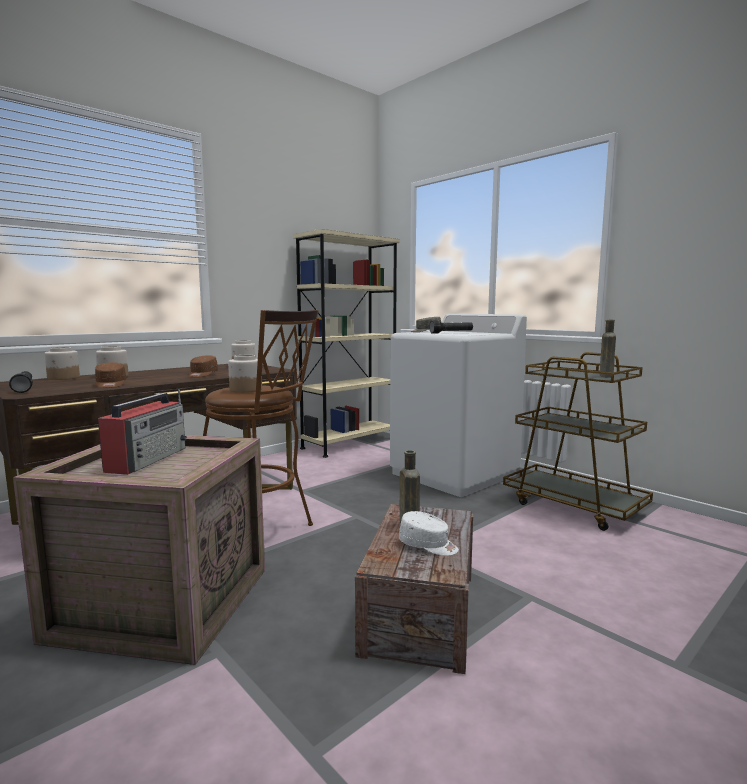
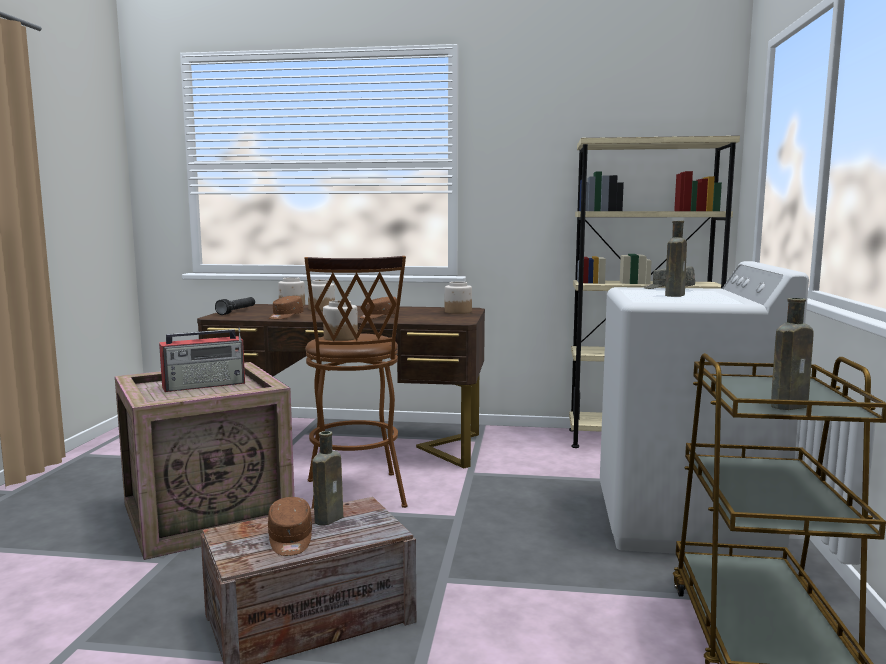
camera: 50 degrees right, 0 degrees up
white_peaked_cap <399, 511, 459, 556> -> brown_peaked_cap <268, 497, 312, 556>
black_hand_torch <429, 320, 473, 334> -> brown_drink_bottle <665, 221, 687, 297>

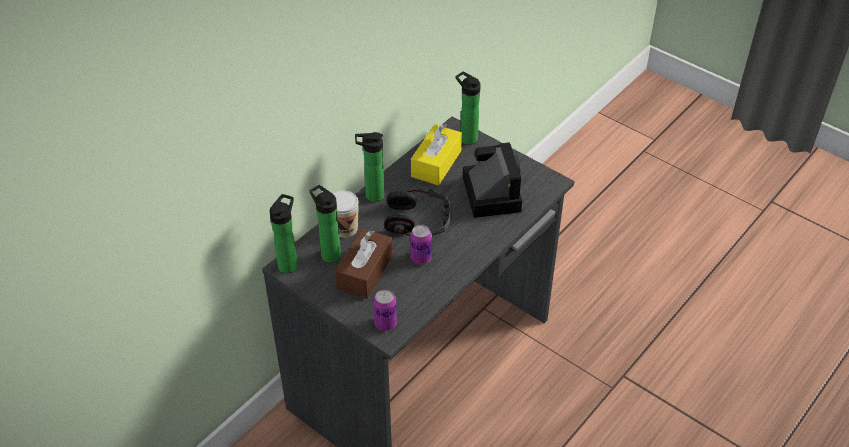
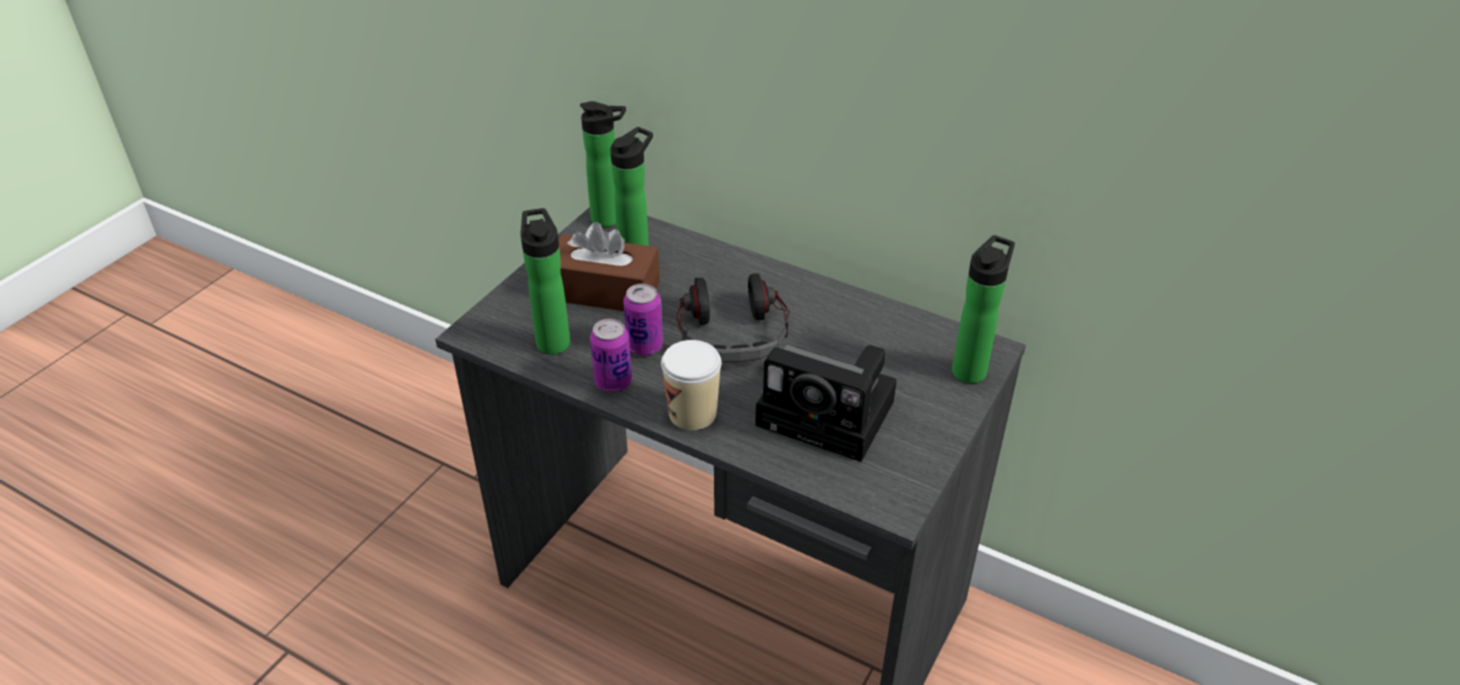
camera: 80 degrees right, 5 degrees down
drinking_cup <333, 190, 359, 238> -> drinking_cup <661, 340, 722, 430>, shifted
drink_bottle <355, 132, 384, 202> -> drink_bottle <520, 208, 570, 355>, shifted
sealed_can <373, 289, 397, 331> -> sealed_can <590, 319, 632, 393>, shifted
yellowish_box_of_tissues <411, 123, 462, 186> -> none
still_camera <463, 142, 522, 218> -> still_camera <755, 345, 897, 462>, 45 degrees clockwise

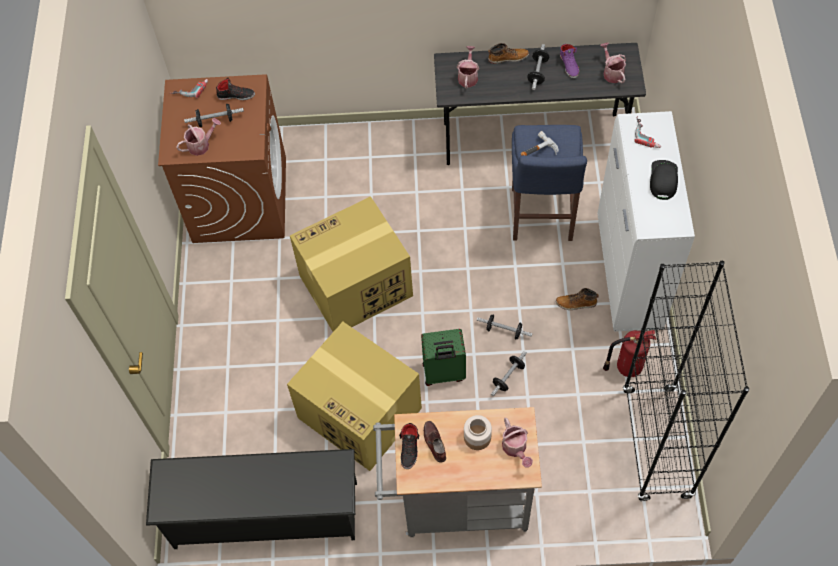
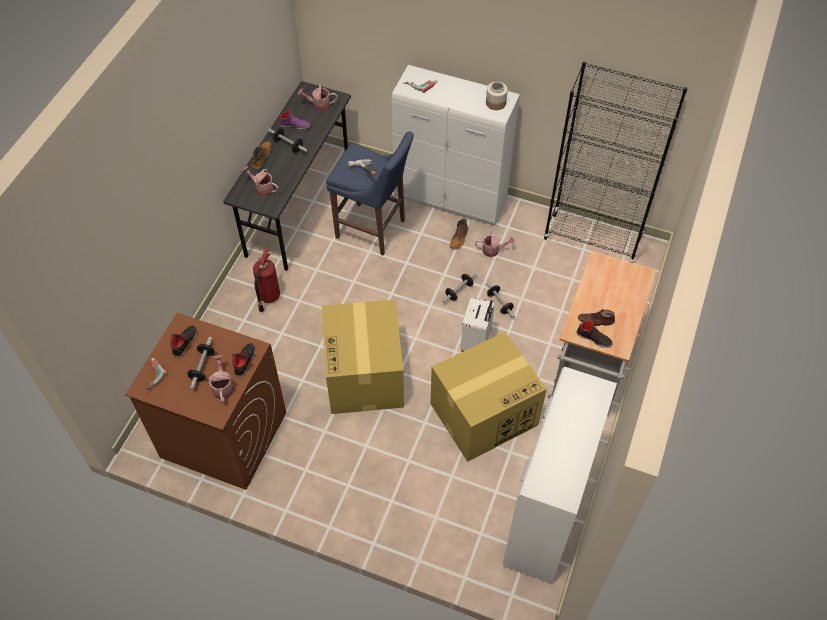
camera: 70 degrees left, 5 degrees down
black_shoe_shelf <146, 449, 357, 549> -> white_cabinet <503, 367, 617, 584>
greenish_suitcase <421, 329, 466, 386> -> white_suitcase <460, 297, 495, 352>
storage_jar <464, 415, 492, 450> -> storage_jar <486, 82, 508, 110>, shifted
watering_pot <502, 418, 533, 467> -> watering_pot <475, 232, 514, 257>, shifted
fire-fighting_cylinder <603, 330, 656, 377> -> fire-fighting_cylinder <253, 248, 280, 312>, shifted
black_peaked_cap <650, 160, 678, 200> -> none
none -> black_low_shoe <232, 343, 256, 377>

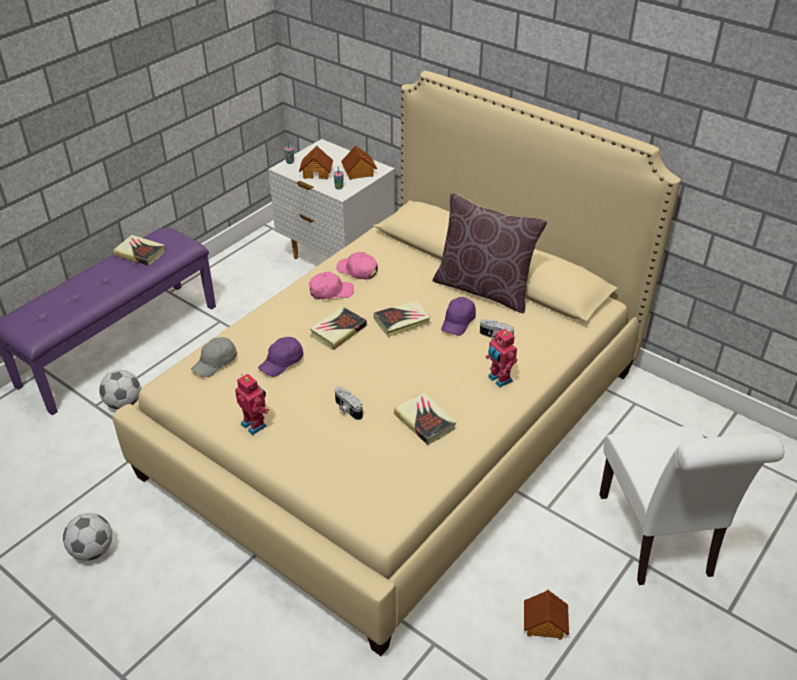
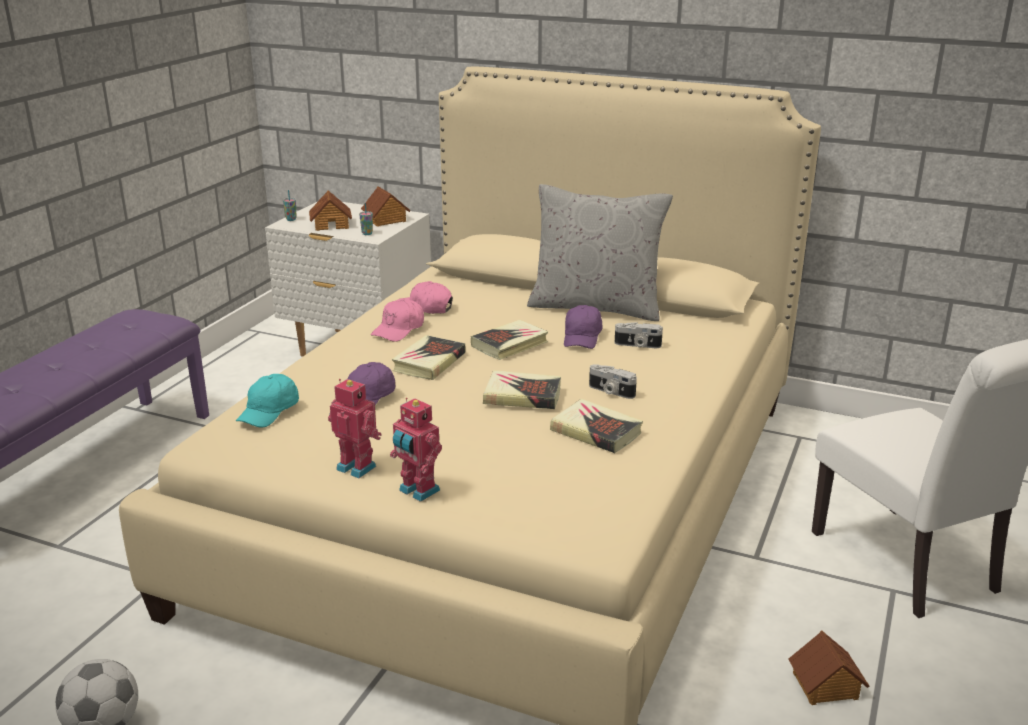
camera: 15 degrees left, 15 degrees down
football_ball <99, 370, 141, 409> -> none
book <113, 235, 165, 266> -> book <483, 370, 561, 409>, shifted
grey_peaked_cap <191, 337, 237, 377> -> turquoise_peaked_cap <236, 374, 299, 428>
pink-coloured_peaked_cap <309, 271, 354, 299> -> pink-coloured_peaked_cap <371, 299, 424, 342>, 150 degrees clockwise
still_camera <335, 386, 363, 420> -> still_camera <589, 364, 637, 399>, shifted
brown_throw_pillow <432, 193, 547, 314> -> grey_throw_pillow <527, 184, 673, 321>
robot_figure <486, 328, 517, 388> -> robot_figure <390, 398, 442, 502>, shifted

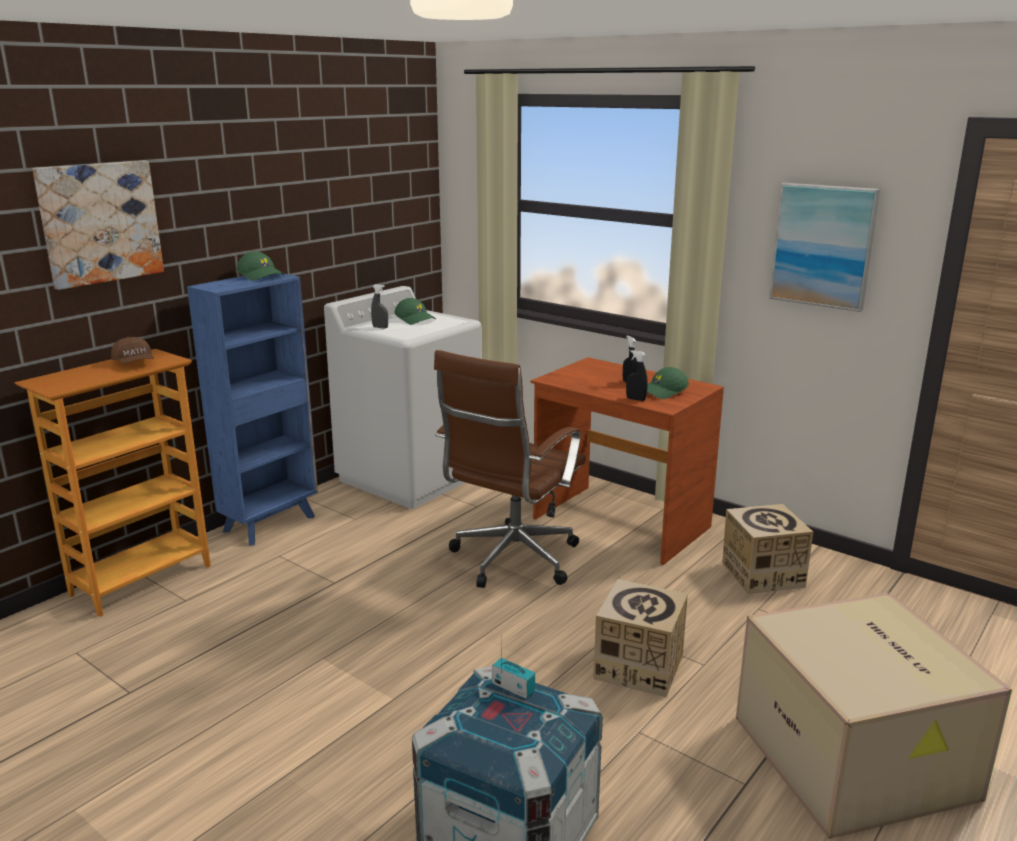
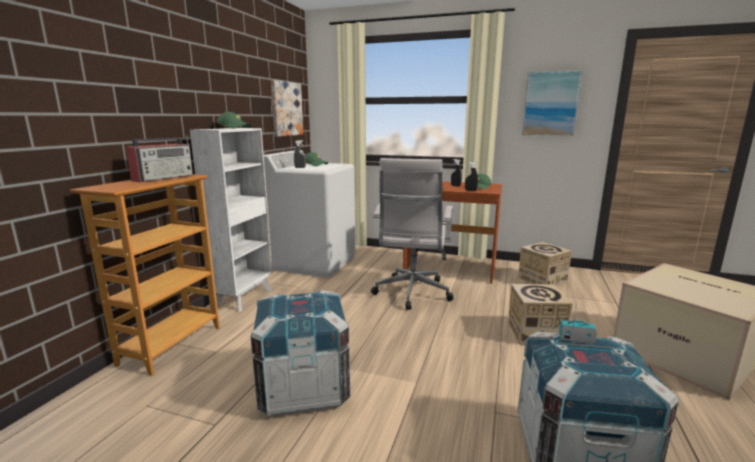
camera: 20 degrees left, 5 degrees down
wall_picture <32, 161, 164, 290> -> wall_picture <271, 80, 303, 137>, shifted
brown_peaked_cap <111, 337, 154, 364> -> radio_receiver <126, 135, 193, 183>
blue-coloured_shelving_unit <187, 273, 318, 546> -> white_shelving_unit <190, 128, 273, 312>
brown_computer_chair <434, 350, 586, 588> -> white_computer_chair <371, 158, 453, 310>
none -> crate <250, 290, 350, 417>

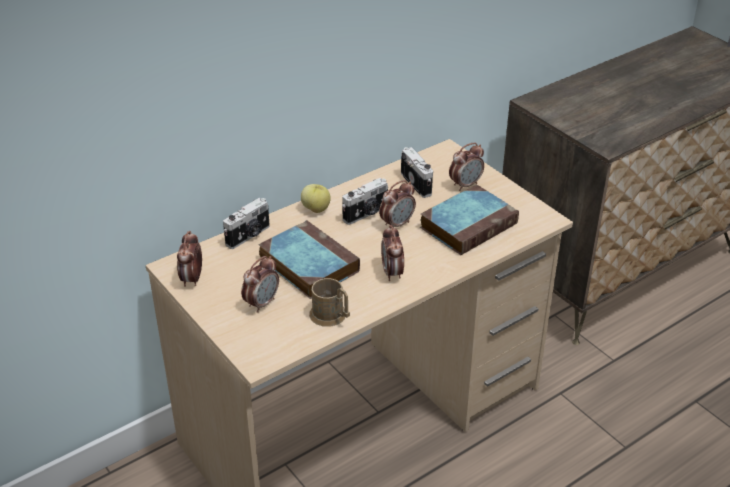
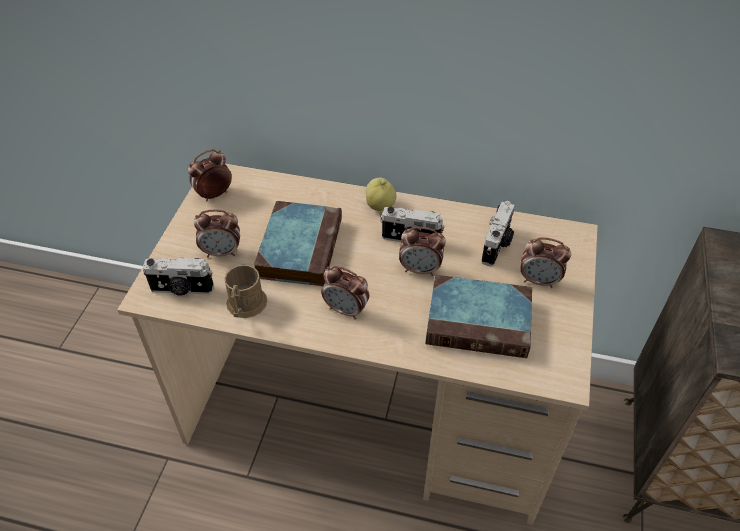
camera: 50 degrees right, 10 degrees up
still_camera <223, 198, 270, 249> -> still_camera <143, 257, 214, 296>, shifted
alarm_clock <381, 225, 404, 281> -> alarm_clock <321, 266, 369, 320>, 105 degrees counterclockwise

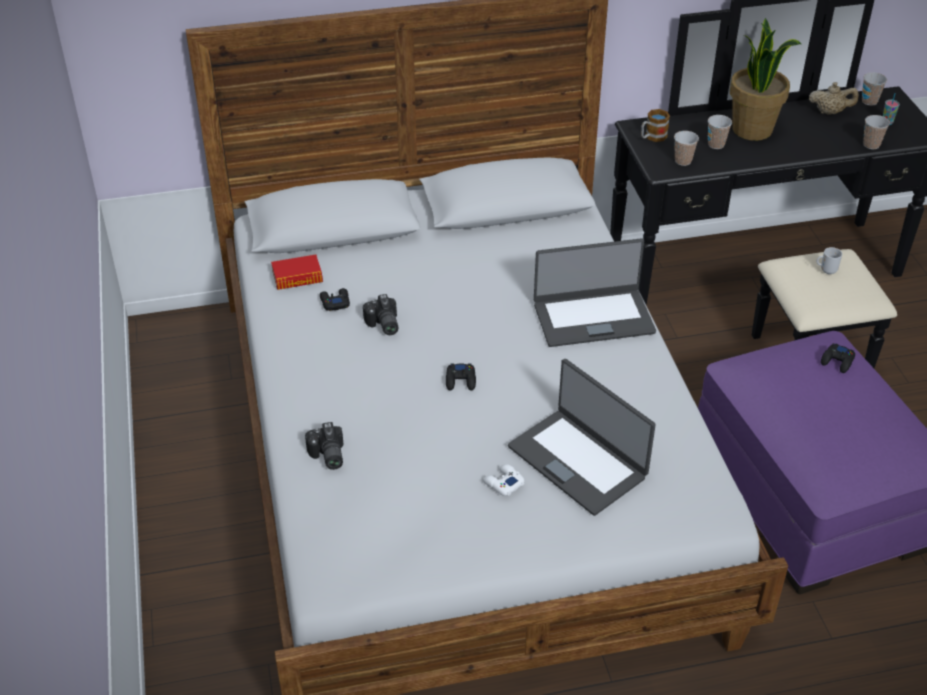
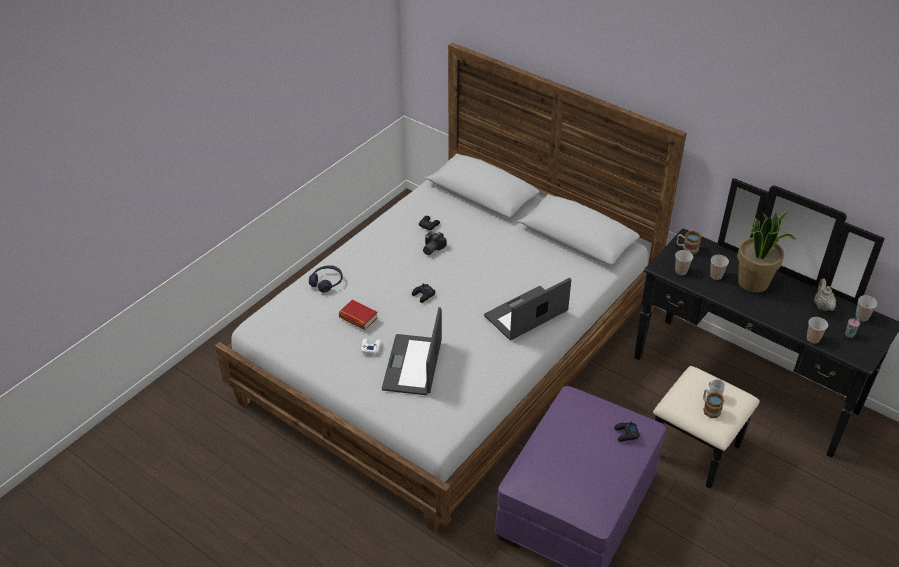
camera: 50 degrees right, 0 degrees up
book <271, 254, 323, 290> -> book <339, 299, 378, 330>, shifted
still_camera <305, 422, 344, 470> -> purple_pair_of_headphones <309, 265, 343, 292>
notebook_computer <534, 239, 656, 347> -> notebook_computer <484, 278, 571, 340>, 105 degrees clockwise
beige-coloured_pot_for_tea <809, 82, 859, 114> -> beige-coloured_pot_for_tea <814, 278, 836, 311>, 150 degrees counterclockwise
none -> tea_mug <703, 389, 724, 418>

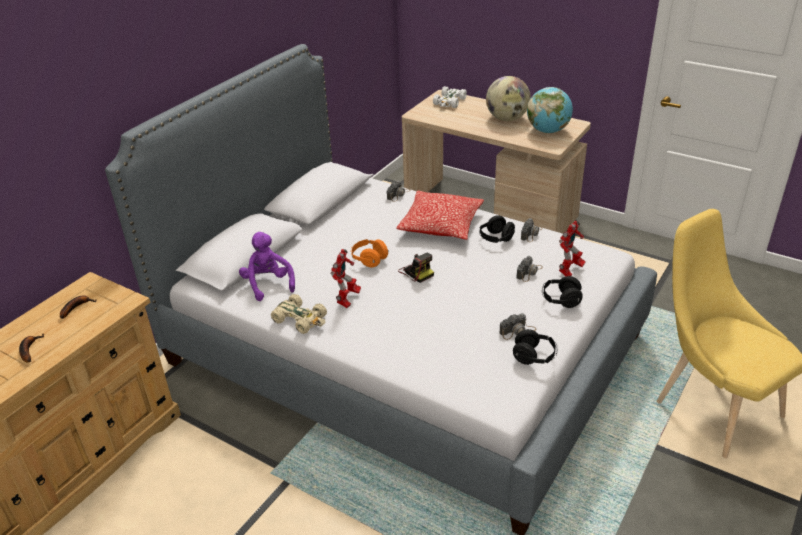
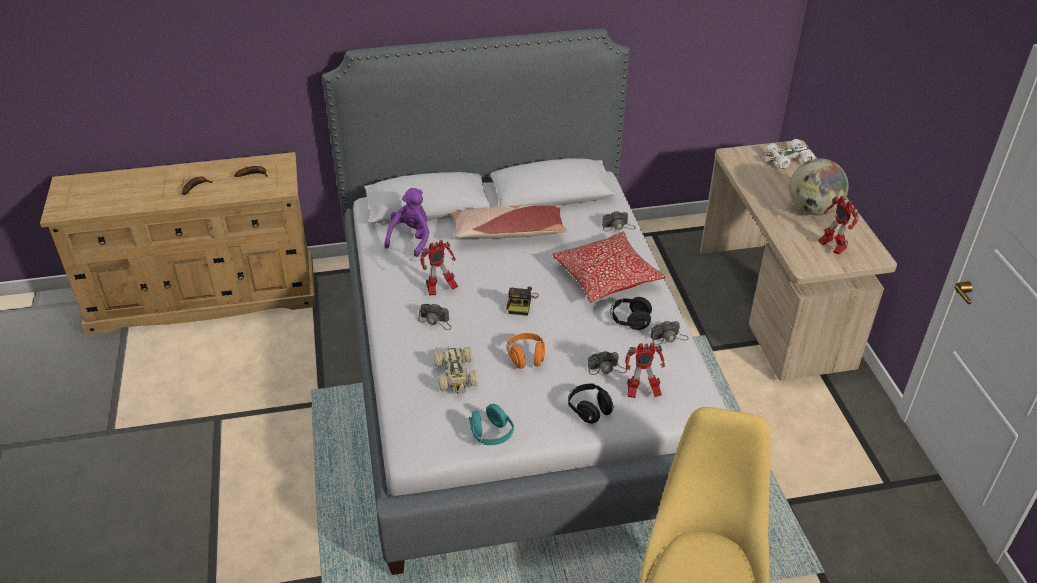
camera: 45 degrees right, 5 degrees up
beige-coloured_toy_car <271, 294, 327, 334> -> beige-coloured_toy_car <434, 347, 478, 394>, shifted
orange_pair_of_headphones <351, 239, 389, 267> -> orange_pair_of_headphones <507, 333, 545, 369>, shifted
still_camera <499, 313, 536, 340> -> still_camera <418, 303, 452, 330>, shifted
black_pair_of_headphones <513, 329, 558, 365> -> turquoise_pair_of_headphones <469, 404, 514, 445>
globe <527, 87, 573, 133> -> robot_figure <818, 195, 859, 254>
none -> throw_pillow <451, 205, 567, 239>

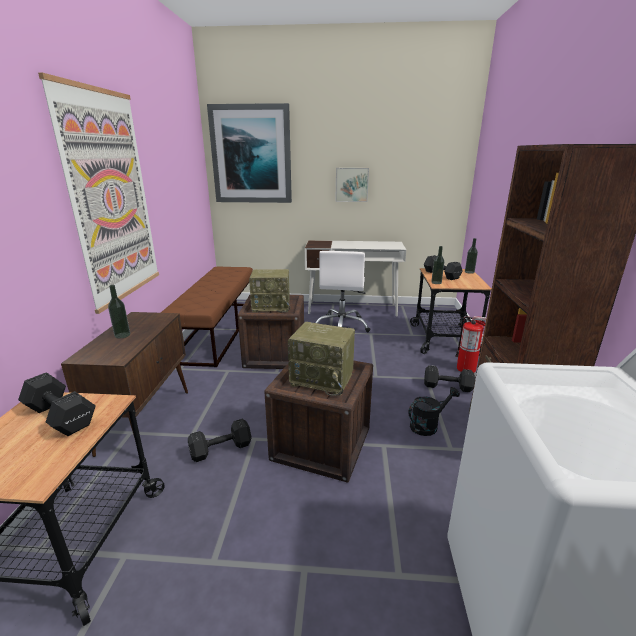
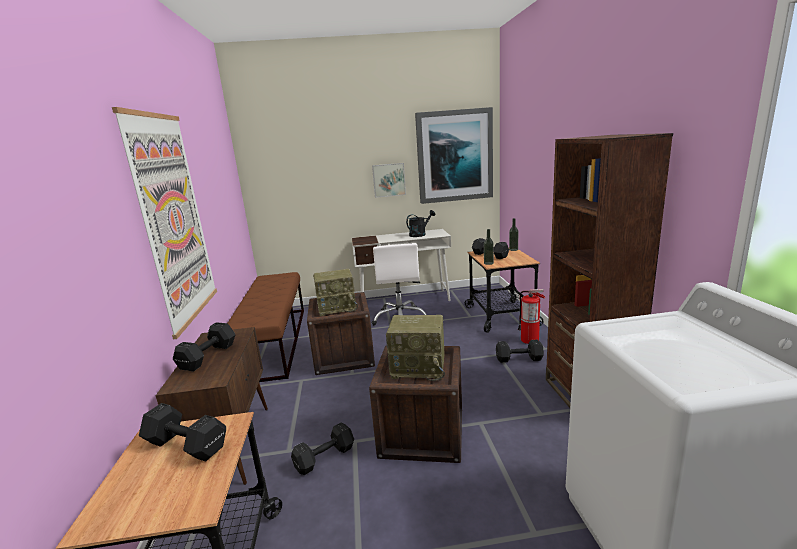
camera: 10 degrees left, 5 degrees down
drink_bottle <108, 285, 130, 339> -> black_hand_weight <173, 322, 235, 371>
wall_picture <207, 103, 292, 203> -> wall_picture <415, 107, 493, 204>, shifted
black_watering_pot <408, 387, 460, 436> -> black_watering_pot <406, 210, 435, 237>, shifted

